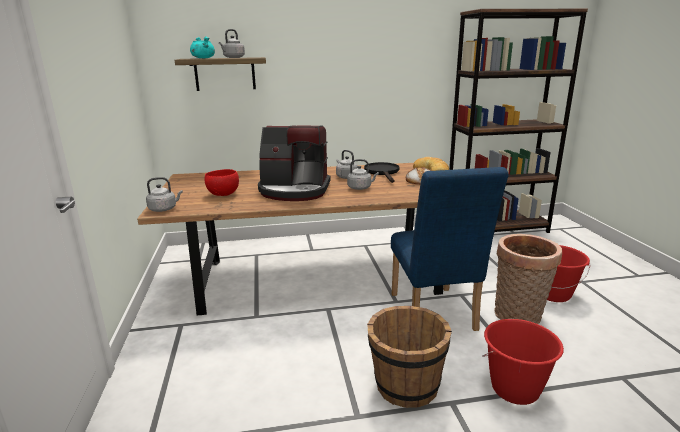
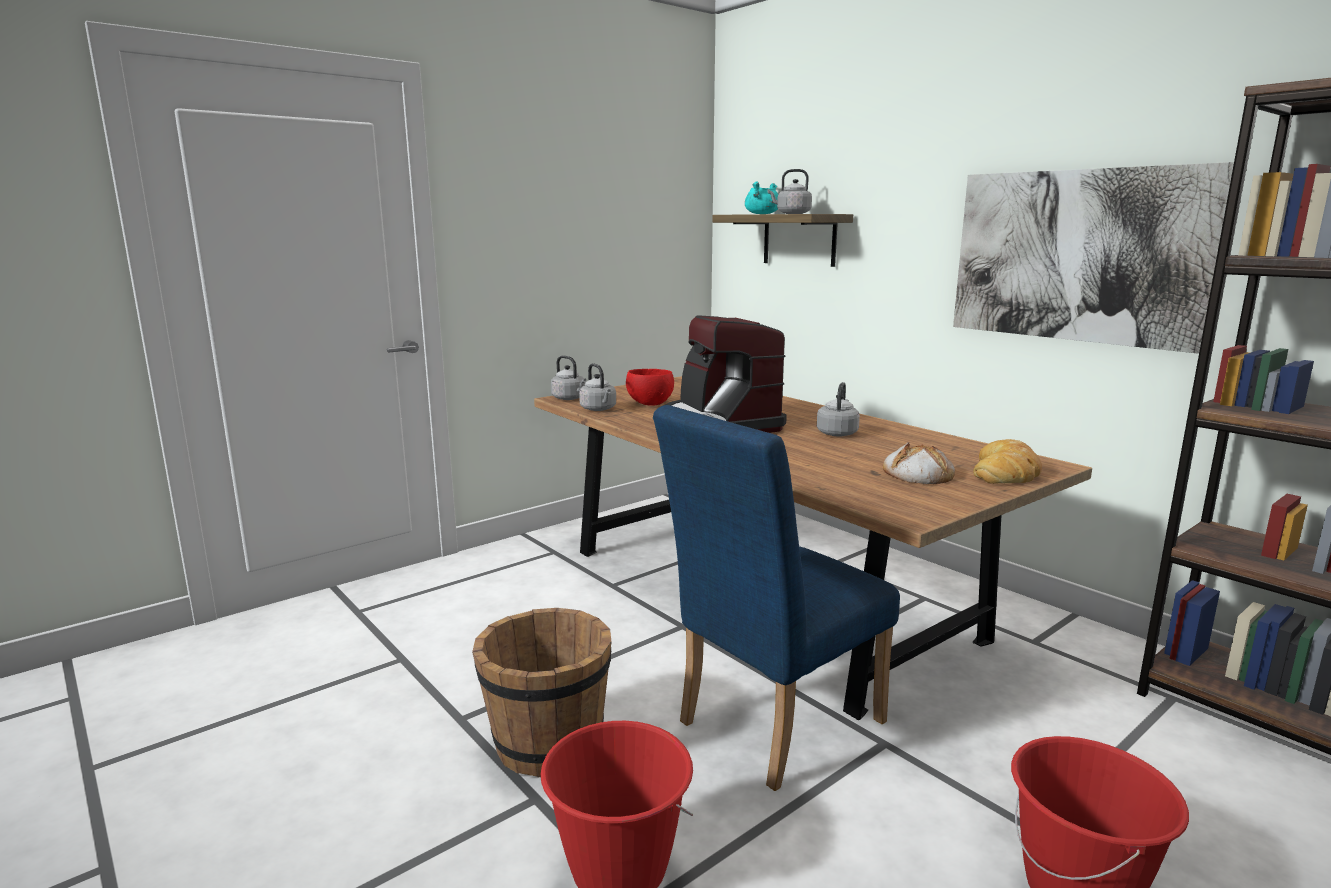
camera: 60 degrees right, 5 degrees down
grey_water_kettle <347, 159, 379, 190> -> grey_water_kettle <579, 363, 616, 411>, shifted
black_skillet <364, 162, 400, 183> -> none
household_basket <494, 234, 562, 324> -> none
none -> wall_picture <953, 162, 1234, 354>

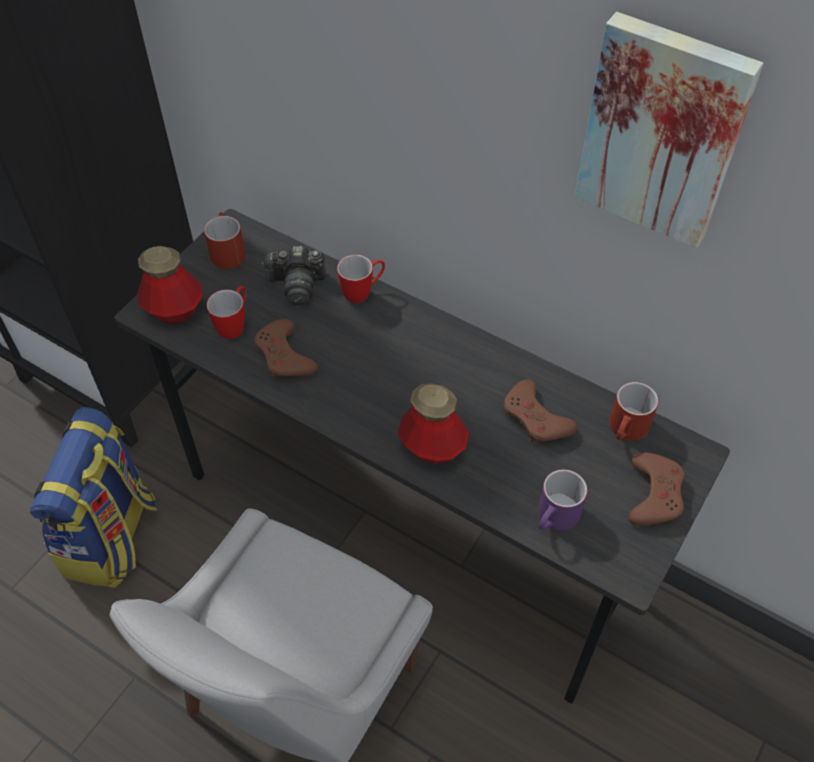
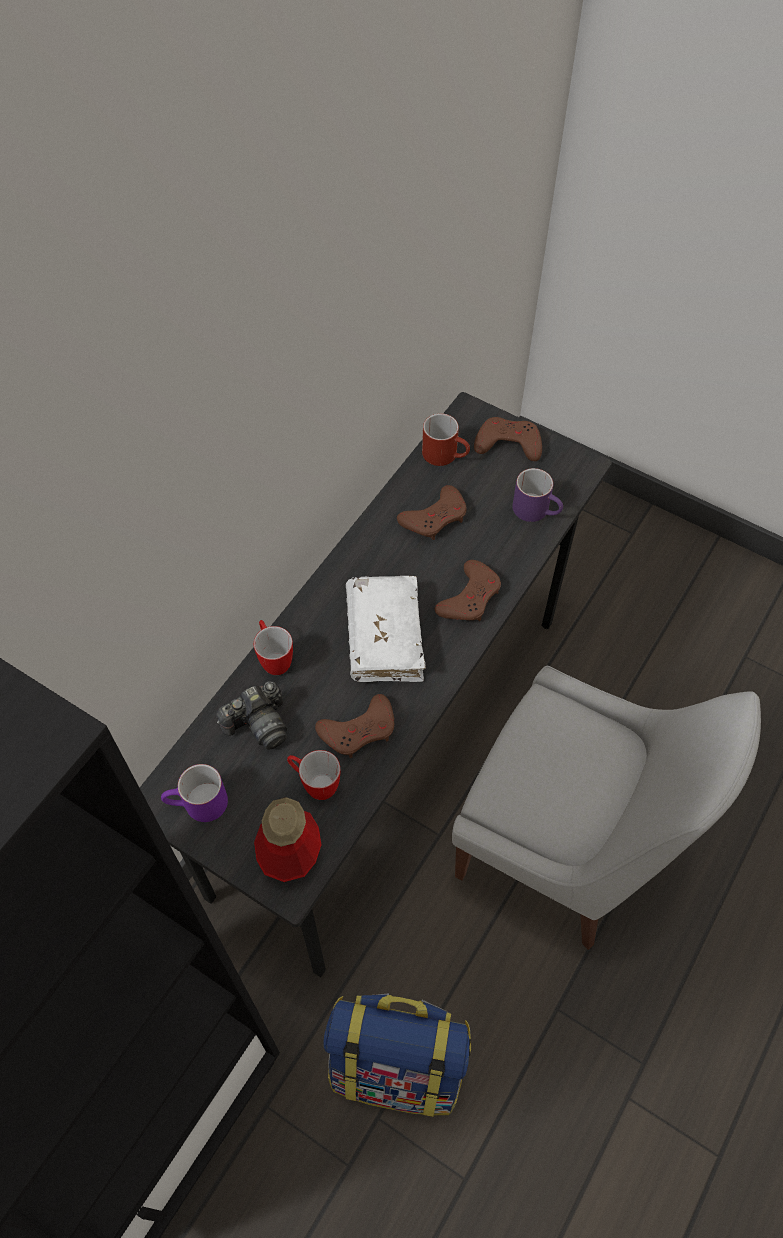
camera: 90 degrees left, 5 degrees up
reddish_tea_mug <204, 212, 246, 269> -> purple_tea_mug <161, 764, 228, 822>
still_camera <261, 246, 326, 305> -> still_camera <216, 681, 287, 750>, 60 degrees clockwise
drink_bottle <397, 383, 469, 464> -> brown_game_controller <435, 560, 501, 621>
wall_picture <575, 12, 764, 248> -> none
none -> white_book <346, 576, 426, 682>

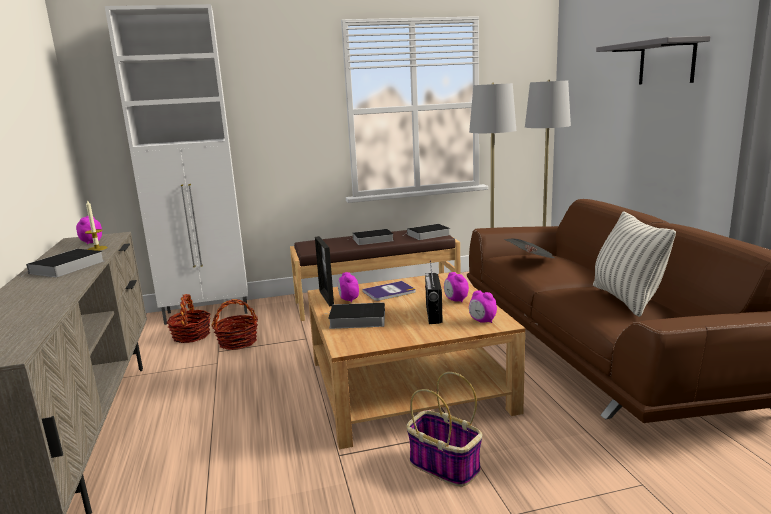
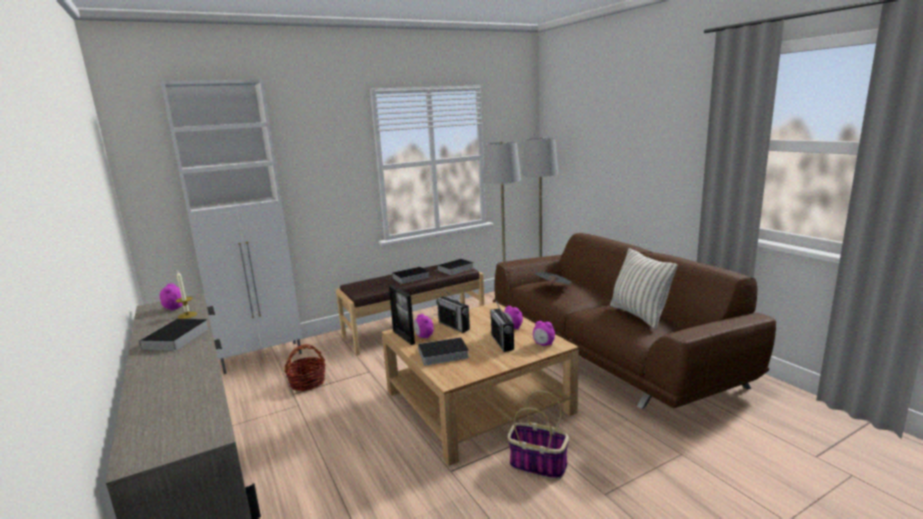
camera: 15 degrees left, 0 degrees up
household_basket <166, 294, 211, 343> -> none
book <362, 281, 416, 301> -> radio_receiver <436, 288, 470, 333>
grey_wall_shelf <596, 36, 711, 84> -> none

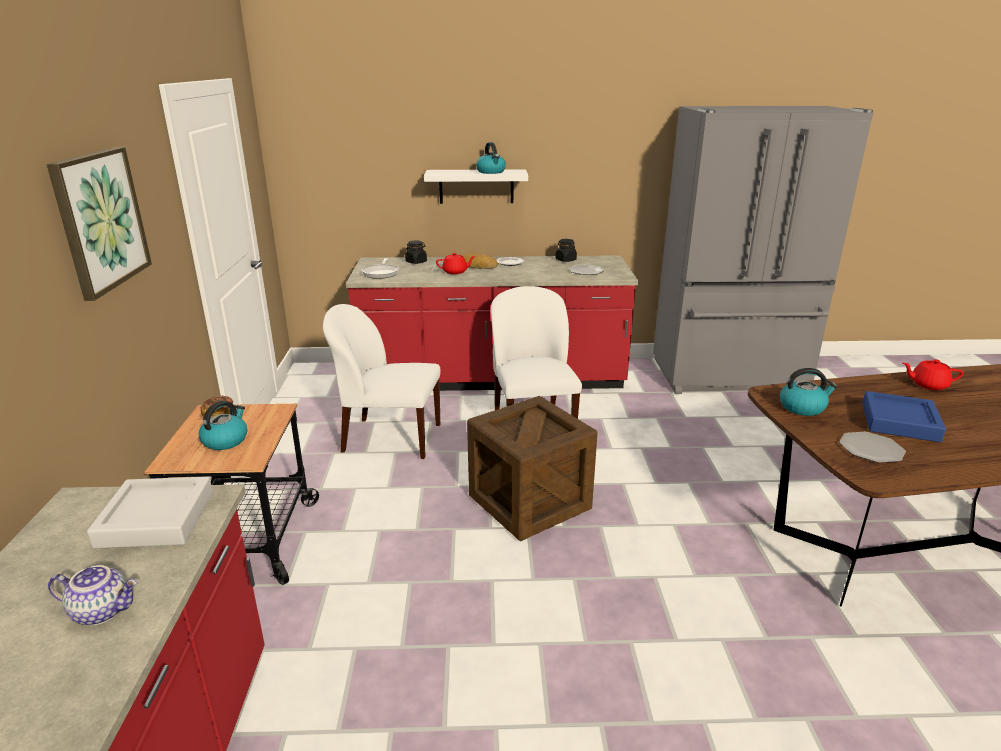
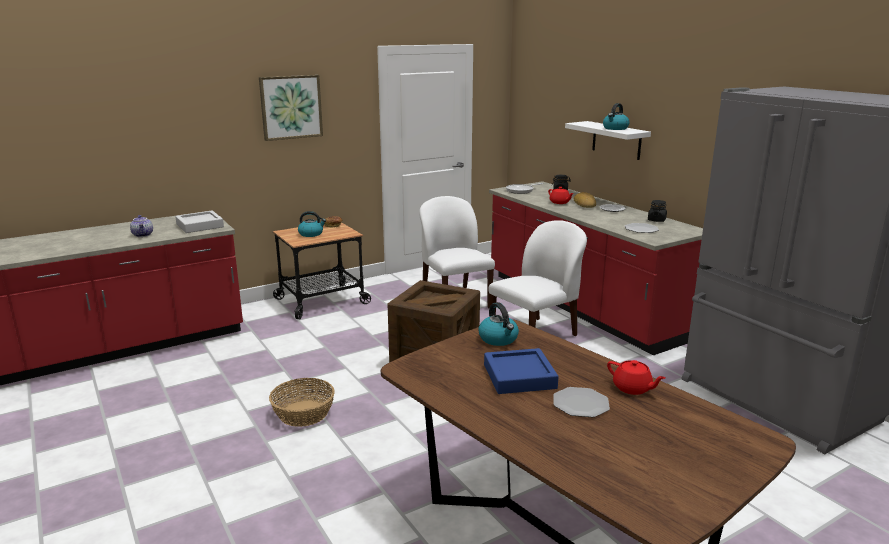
camera: 60 degrees right, 5 degrees down
flat_dish <839, 432, 906, 463> -> flat_dish <553, 387, 610, 417>, shifted
reddish_pot_for_tea <903, 359, 963, 390> -> reddish_pot_for_tea <607, 360, 665, 395>, 150 degrees clockwise
none -> household_basket <269, 378, 335, 427>

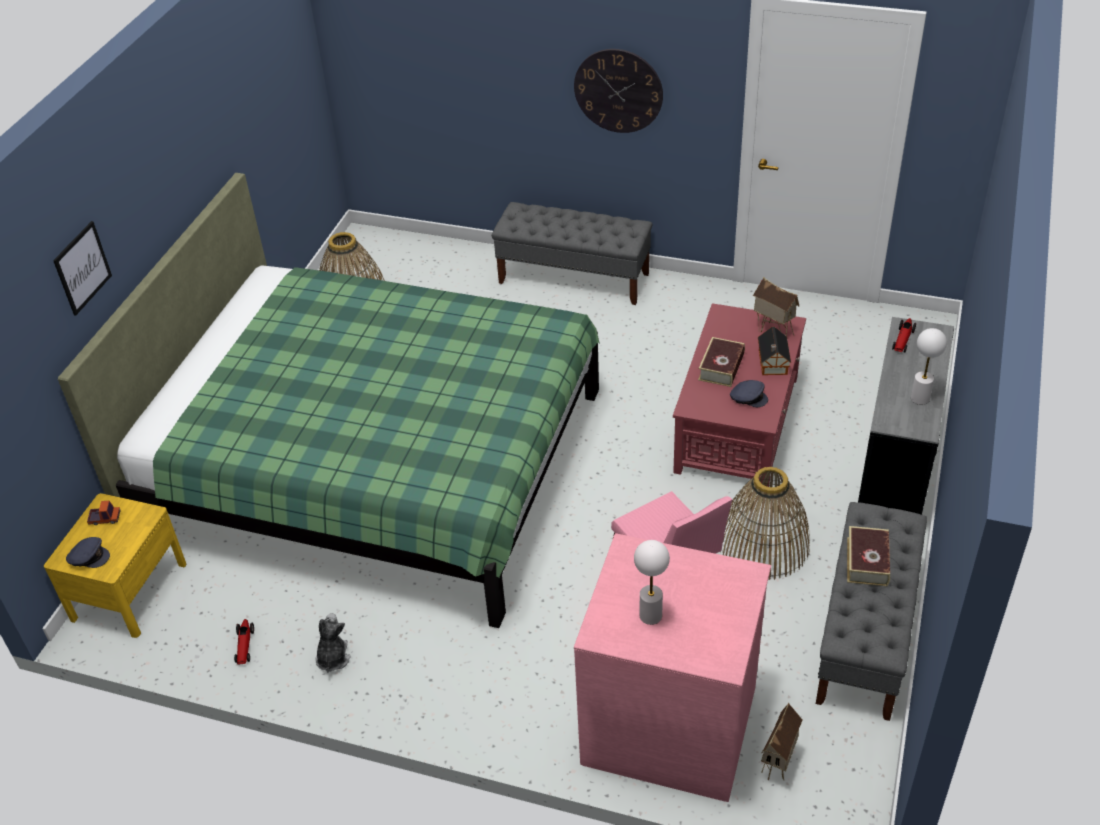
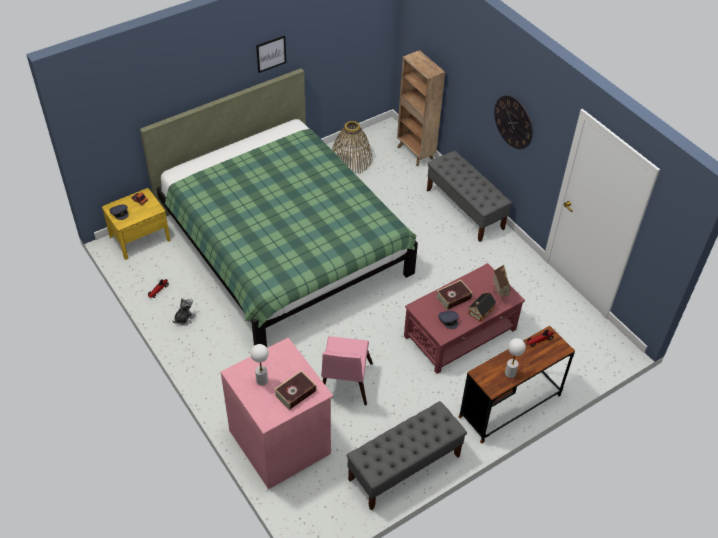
camera: 35 degrees right, 5 degrees up
wall_picture <53, 221, 112, 316> -> wall_picture <256, 35, 286, 73>, shifted
household_basket <720, 467, 810, 580> -> none
model_house <761, 703, 803, 780> -> none
book <847, 526, 890, 586> -> book <274, 370, 317, 410>, shifted
grey_desk <858, 317, 954, 515> -> brown_desk <458, 326, 575, 443>
none -> brown_shelving_unit <397, 50, 445, 166>

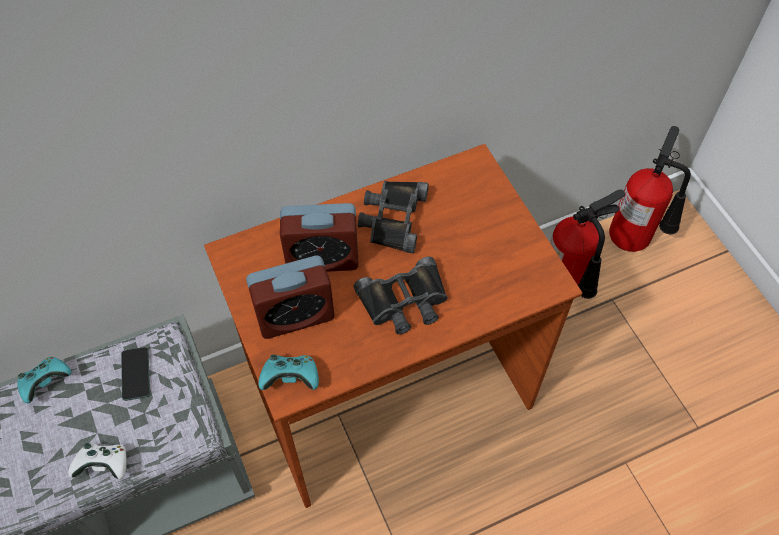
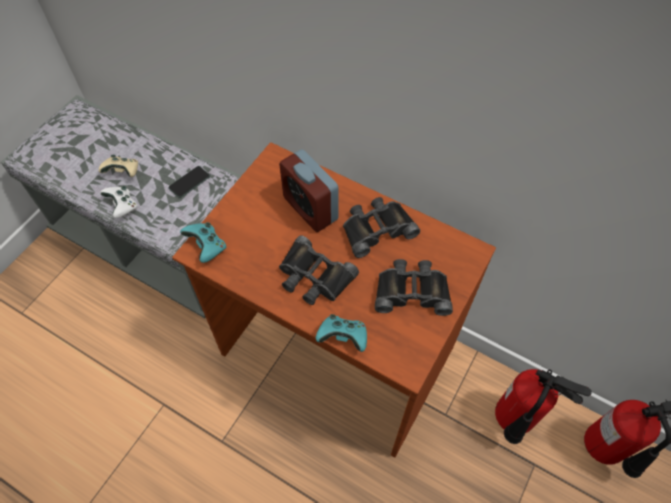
camera: 55 degrees right, 0 degrees up
turquoise_game_controller <17, 357, 71, 403> -> turquoise_game_controller <316, 314, 367, 352>, shifted
alarm_clock <246, 255, 335, 339> -> none
none -> beige-coloured_game_controller <99, 155, 138, 177>
none -> black_pair_of_binoculars <375, 259, 453, 316>

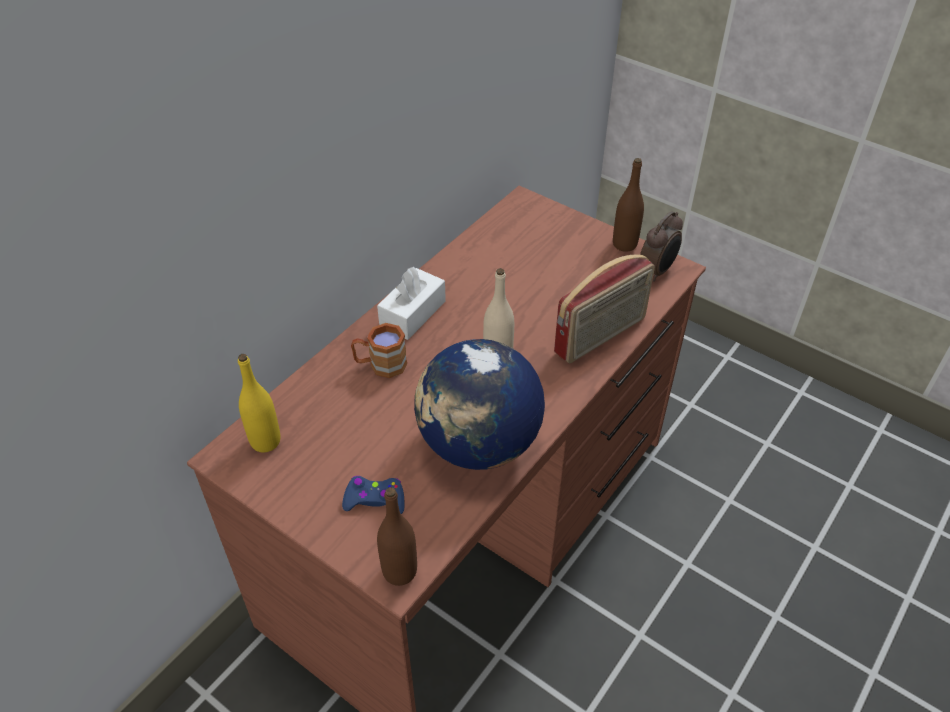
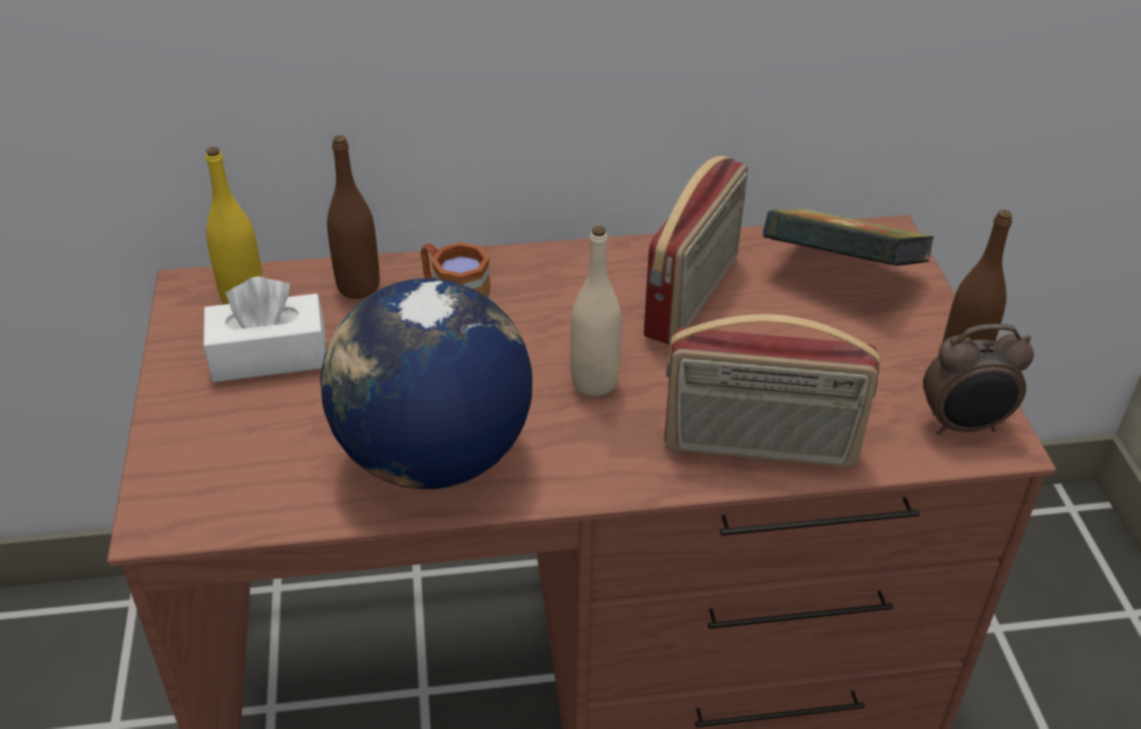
camera: 45 degrees right, 5 degrees down
blue-coloured_game_controller <342, 476, 405, 514> -> none
white_box_of_tissues <377, 267, 446, 340> -> white_box_of_tissues <203, 276, 326, 382>, shifted
brown_drink_bottle <377, 487, 417, 586> -> brown_drink_bottle <327, 135, 380, 299>, shifted
none -> radio_receiver <644, 156, 748, 344>
none -> book <763, 209, 934, 266>

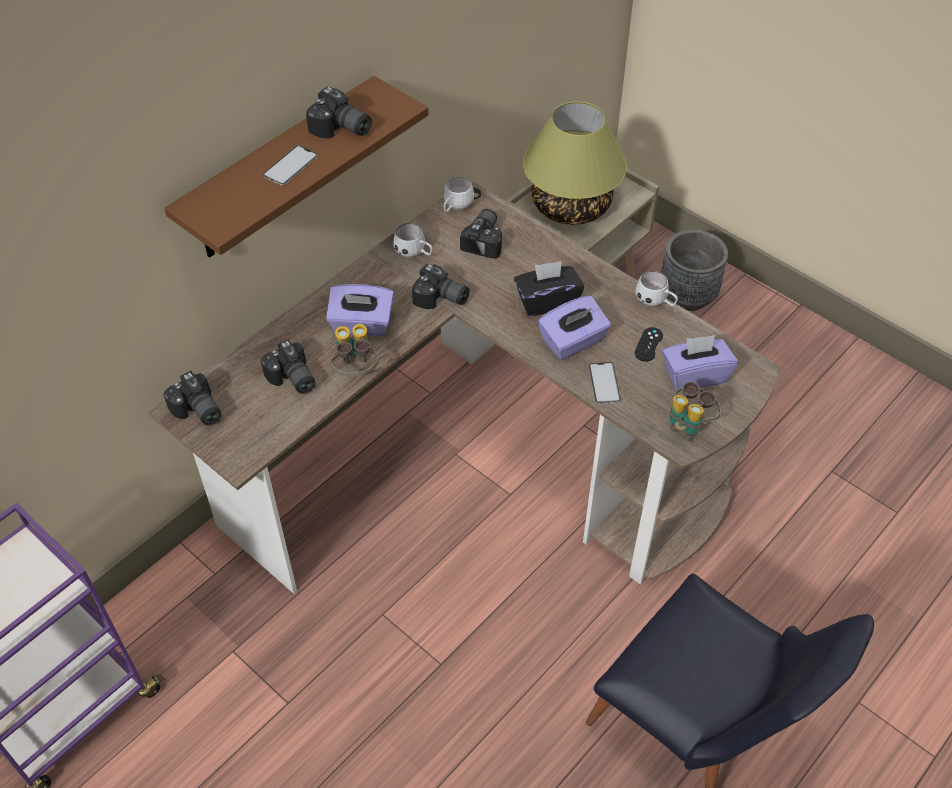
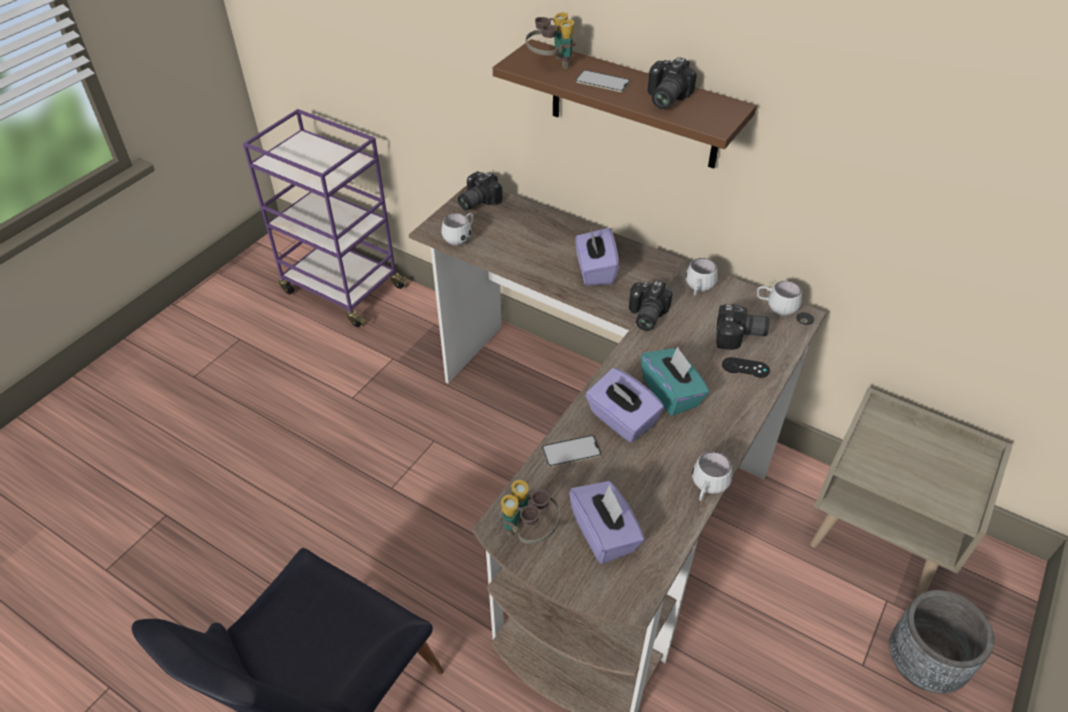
camera: 80 degrees right, 5 degrees down
still_camera <261, 339, 316, 394> -> none
pair_of_binoculars <331, 324, 379, 376> -> pair_of_binoculars <526, 12, 576, 69>, shifted
black_box_of_tissues <514, 261, 584, 316> -> turquoise_box_of_tissues <641, 346, 710, 416>
tabletop_lamp <523, 101, 627, 225> -> none
black_game_controller <634, 327, 663, 362> -> black_game_controller <722, 357, 770, 378>, shifted
none -> white_tea_mug <441, 213, 473, 245>

